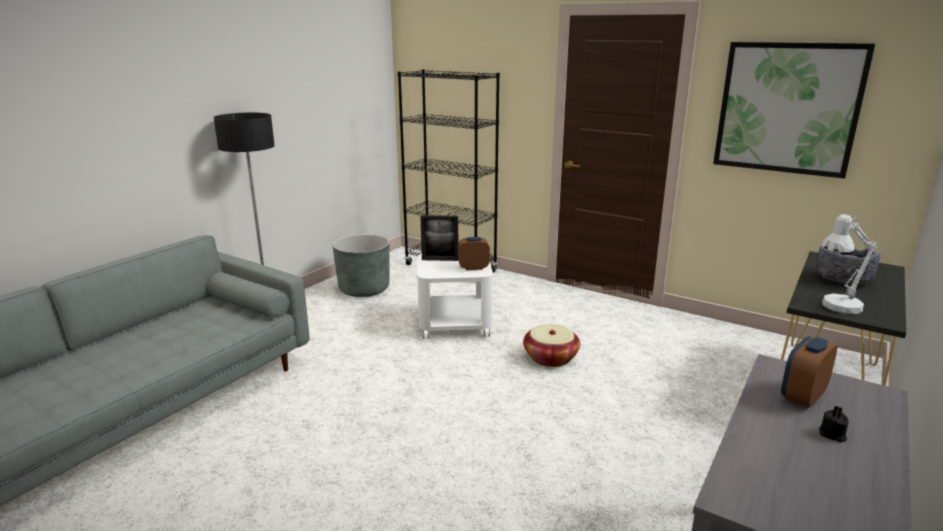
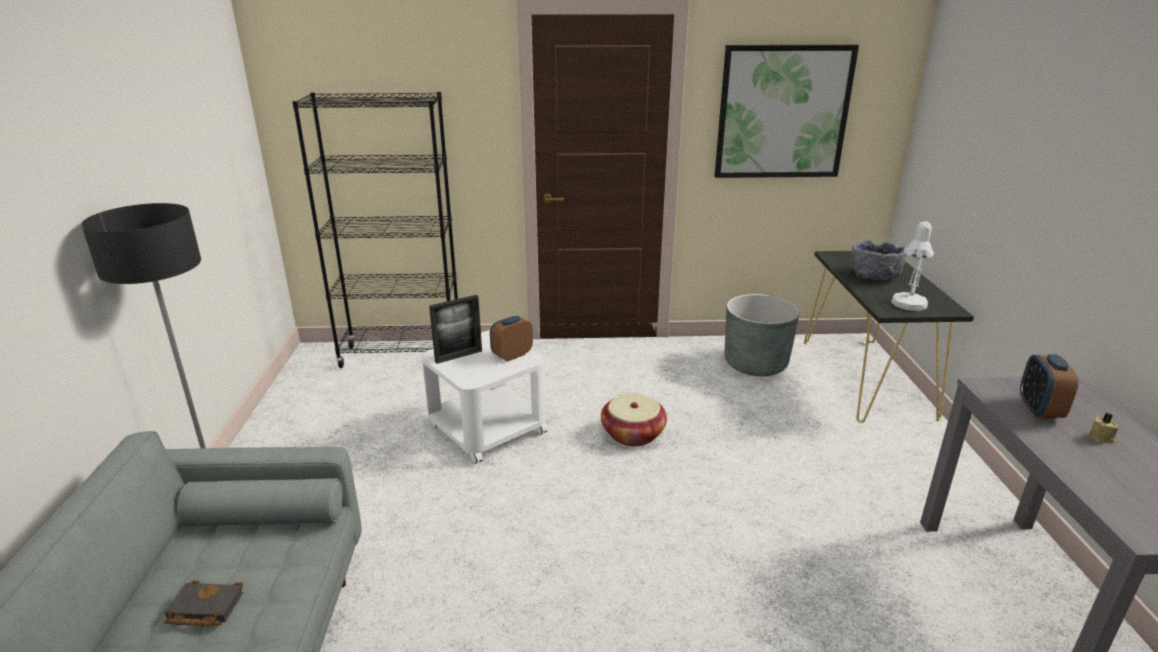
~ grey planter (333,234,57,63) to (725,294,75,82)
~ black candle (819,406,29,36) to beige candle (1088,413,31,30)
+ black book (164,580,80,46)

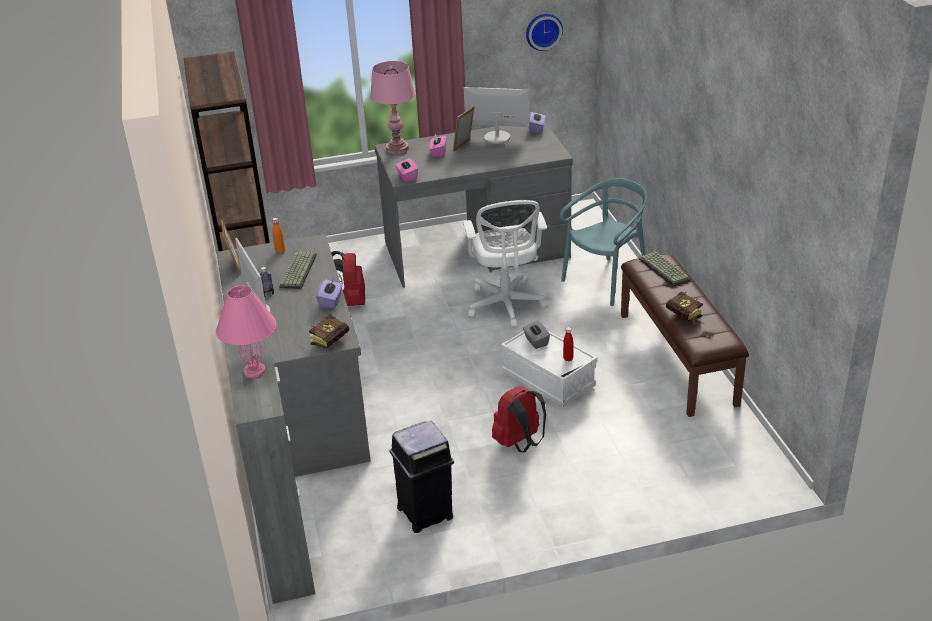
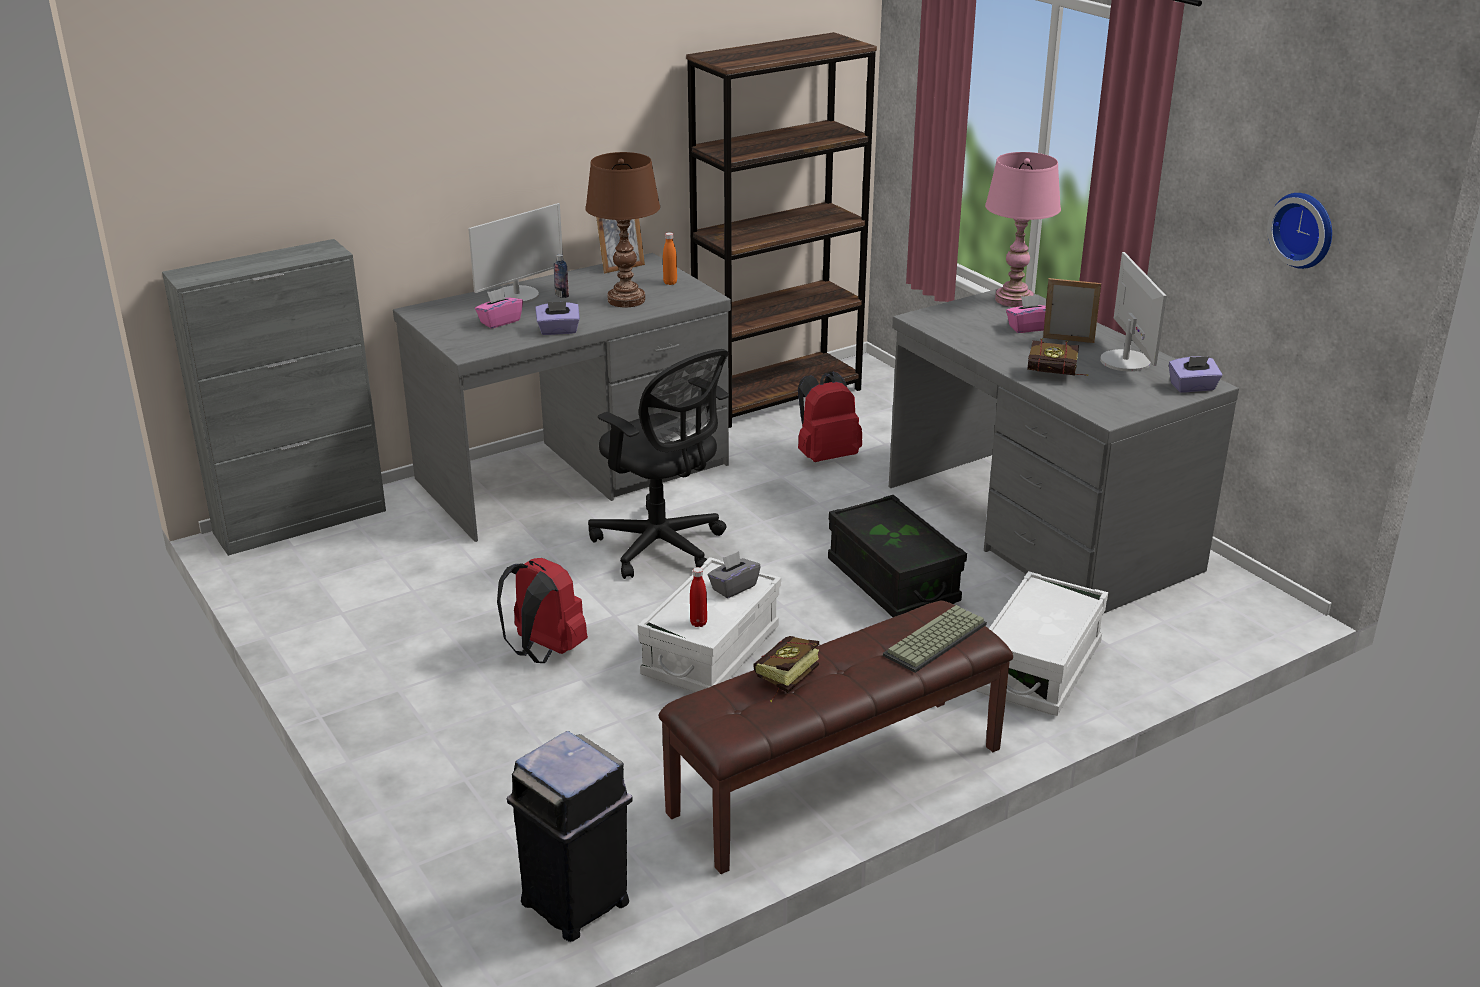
- pink table lamp (216,285,60,93)
~ keyboard (279,252,38,37) to brown table lamp (585,152,75,155)
~ book (309,315,40,33) to (1027,338,61,38)
~ black trash can (390,421,64,112) to (507,731,126,211)
~ pink tissue box (395,158,23,24) to (475,288,48,41)
~ white office chair (463,200,86,129) to black storage box (828,495,139,122)
~ turquoise chair (560,178,87,128) to white storage box (976,571,132,145)
+ black office chair (588,349,141,230)

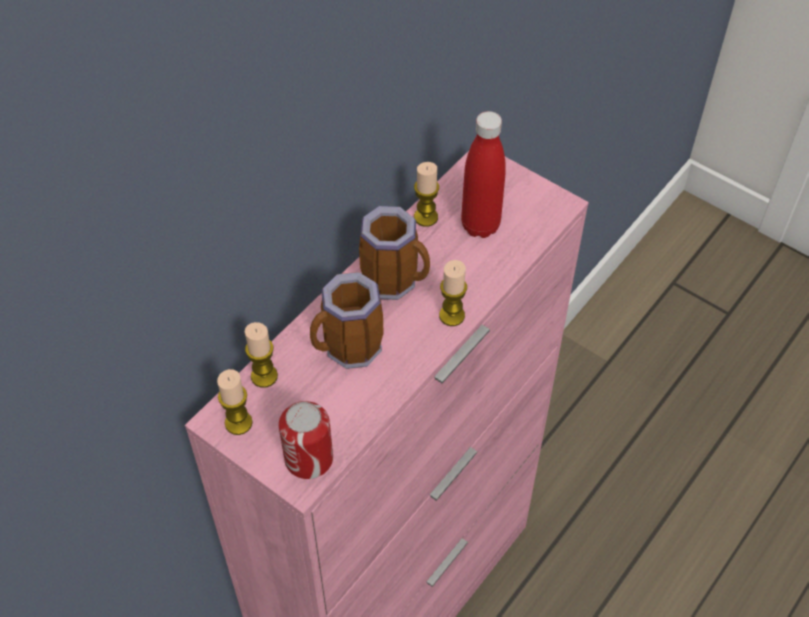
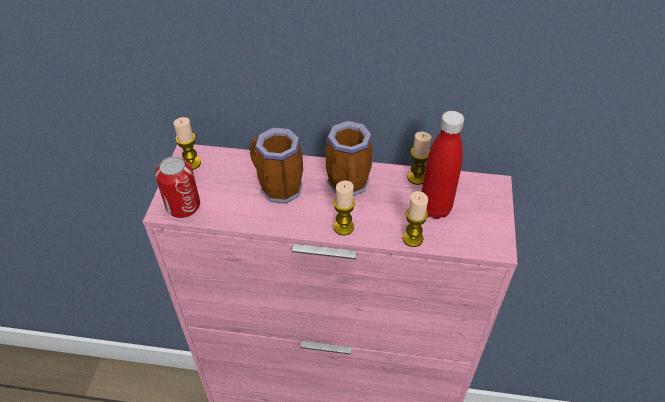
~ candle (245,322,33,66) to (402,191,26,56)

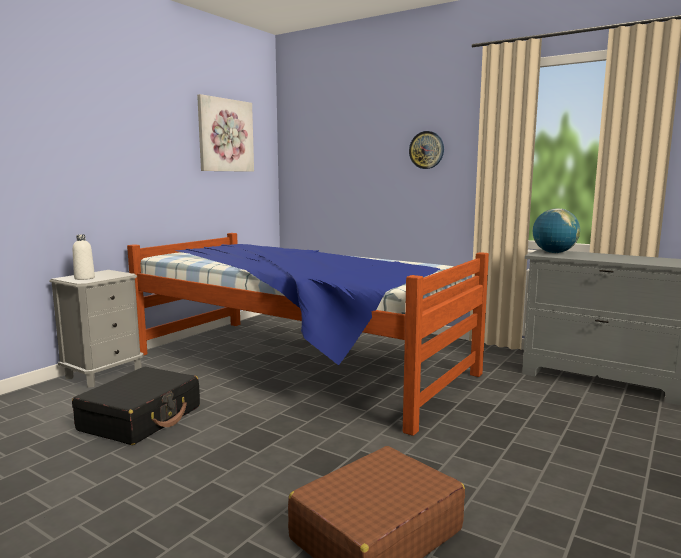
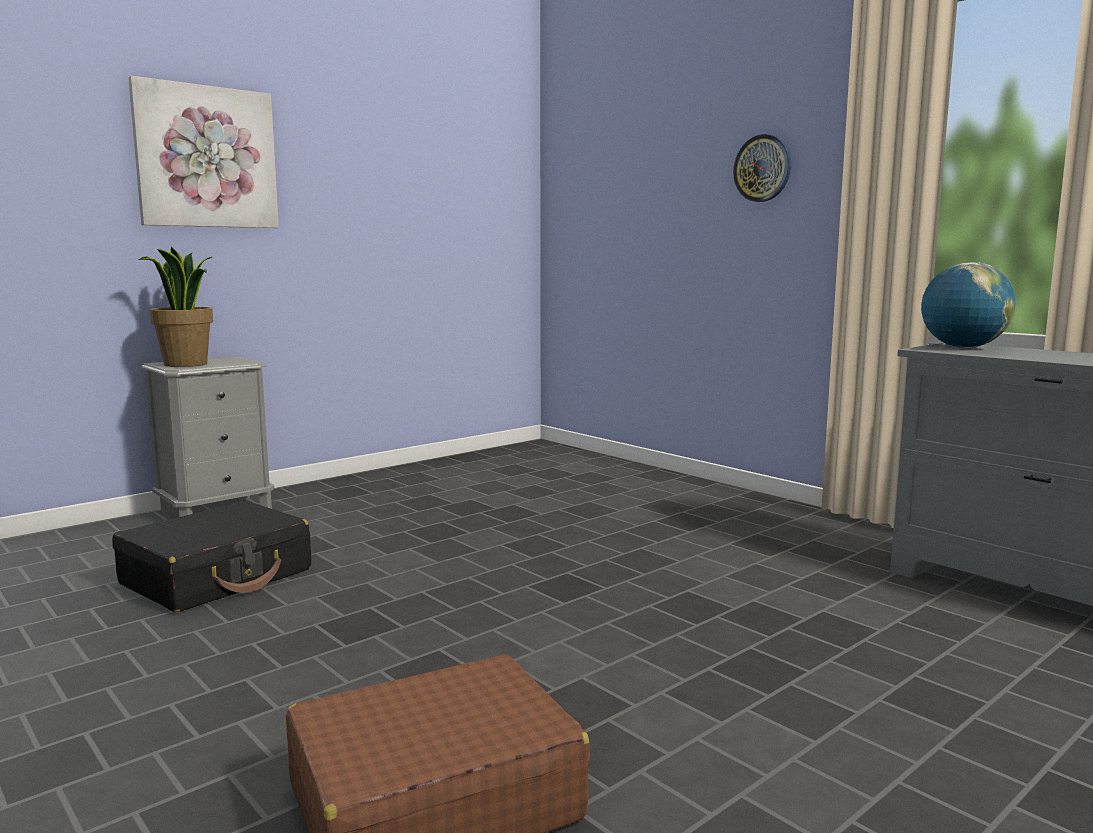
~ white bottle (73,234,22,46) to potted plant (138,247,75,120)
- bed (127,233,362,203)
~ picture (197,94,57,78) to (128,76,151,152)

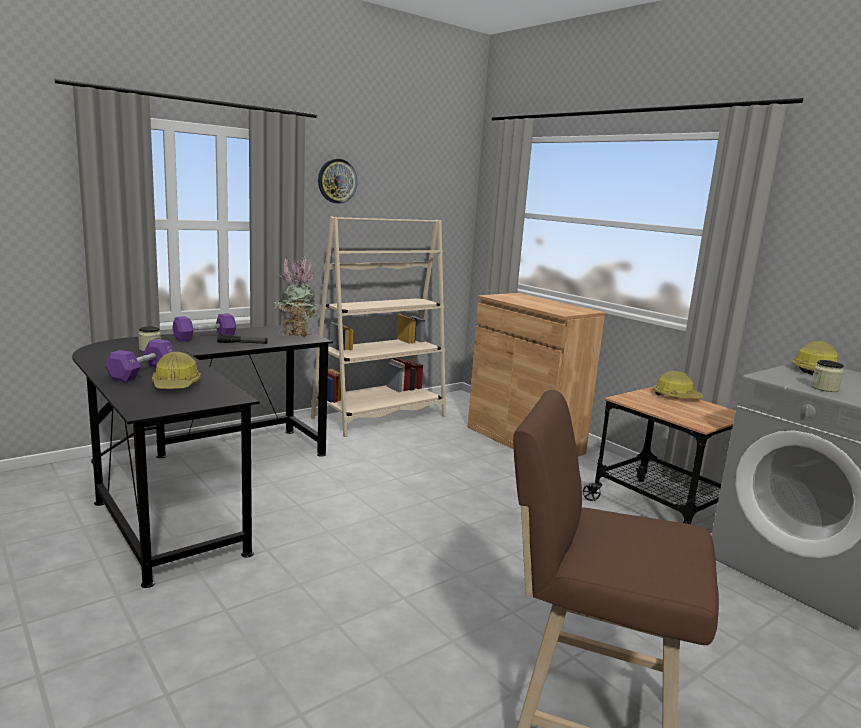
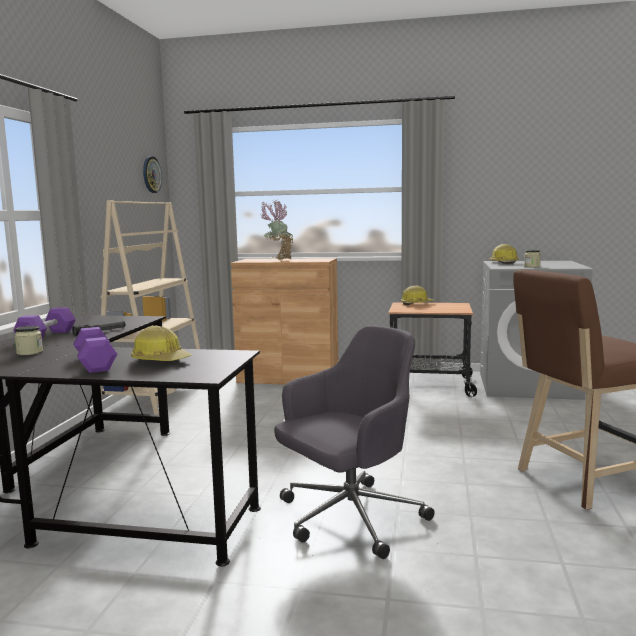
~ potted plant (273,256,46,82) to (260,200,33,60)
~ wall clock (318,159,39,45) to (143,156,19,37)
+ grey office chair (274,326,161,233)

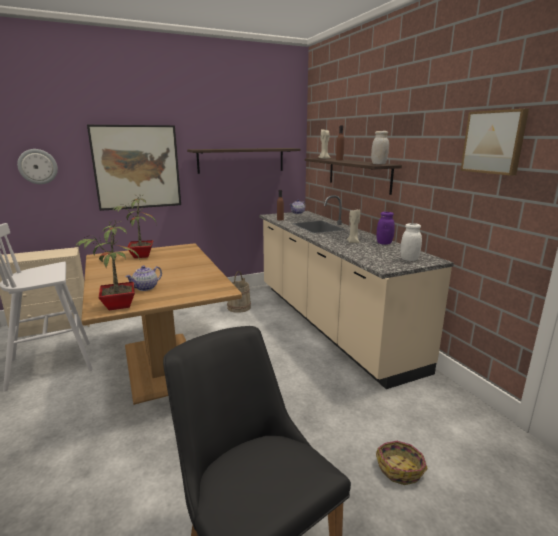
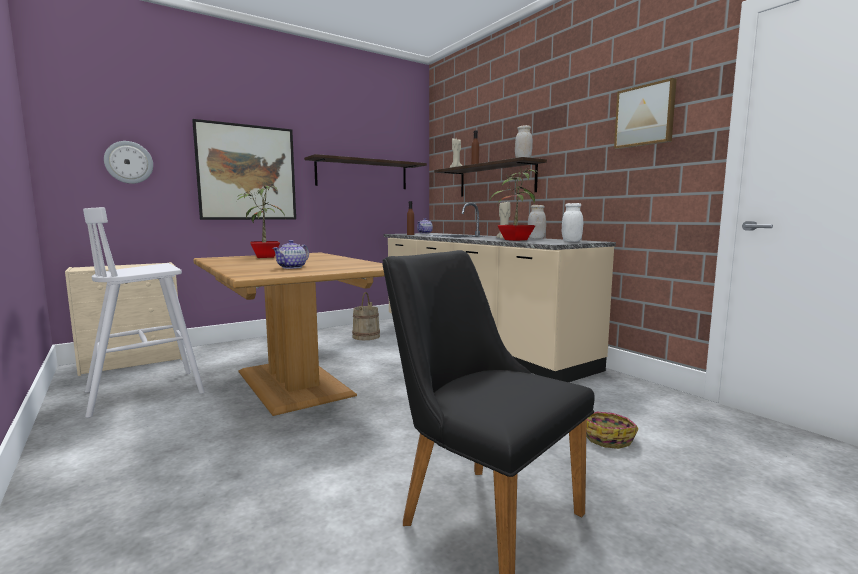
~ potted plant (75,219,65,92) to (489,167,50,74)
~ purple jar (377,212,18,33) to white jar (528,205,18,34)

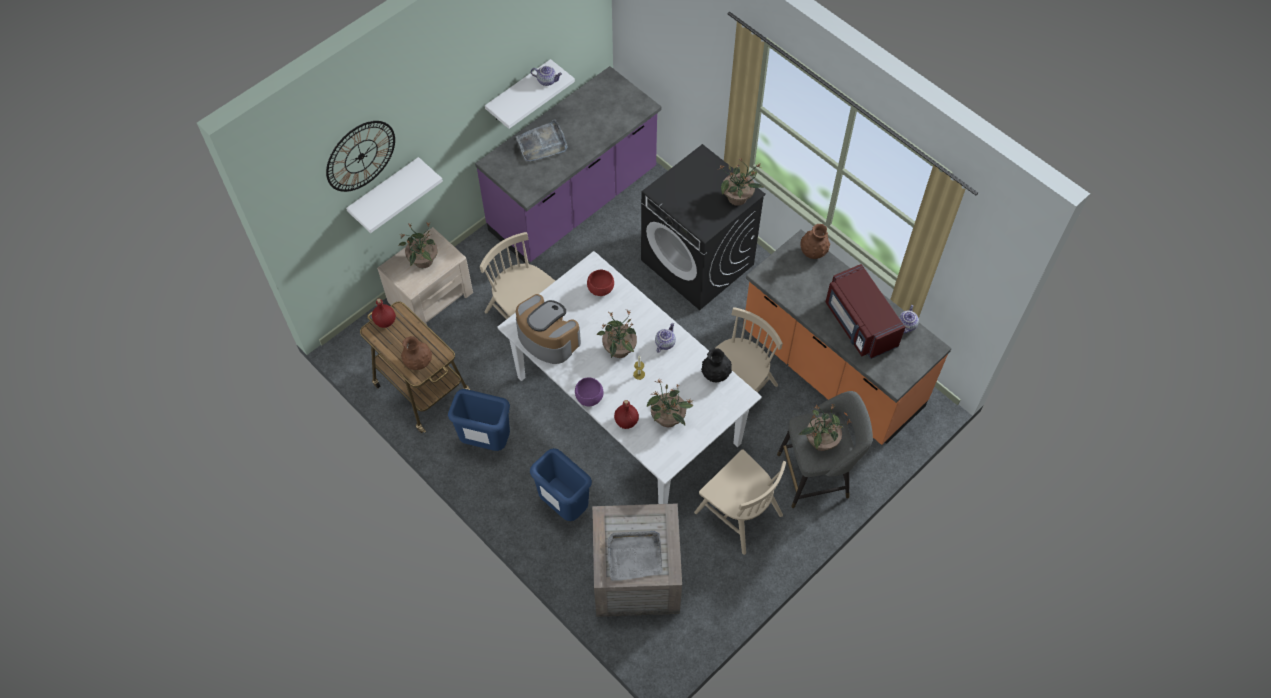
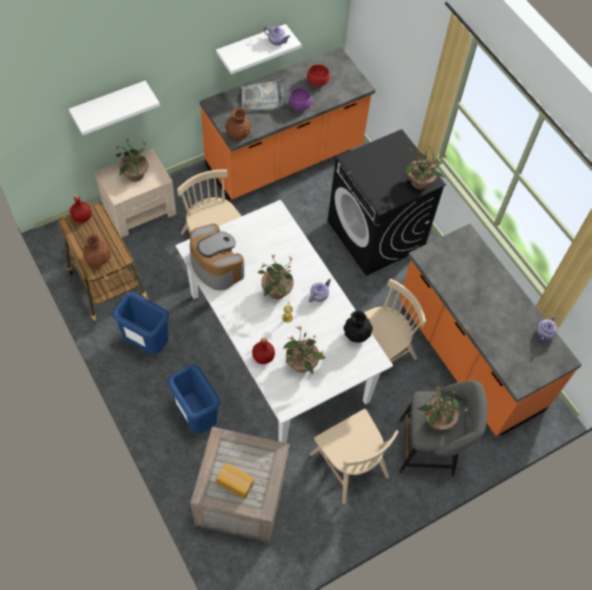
- wall clock (326,121,69,71)
~ purple counter (475,66,186,197) to orange counter (200,47,175,153)
~ purple bowl (575,377,28,29) to (289,88,23,24)
~ red bowl (587,270,27,26) to (307,64,23,23)
~ grey tray (608,531,54,50) to bread (216,464,38,35)
~ brown vase (801,224,29,35) to (225,108,26,32)
- red microwave (826,264,79,95)

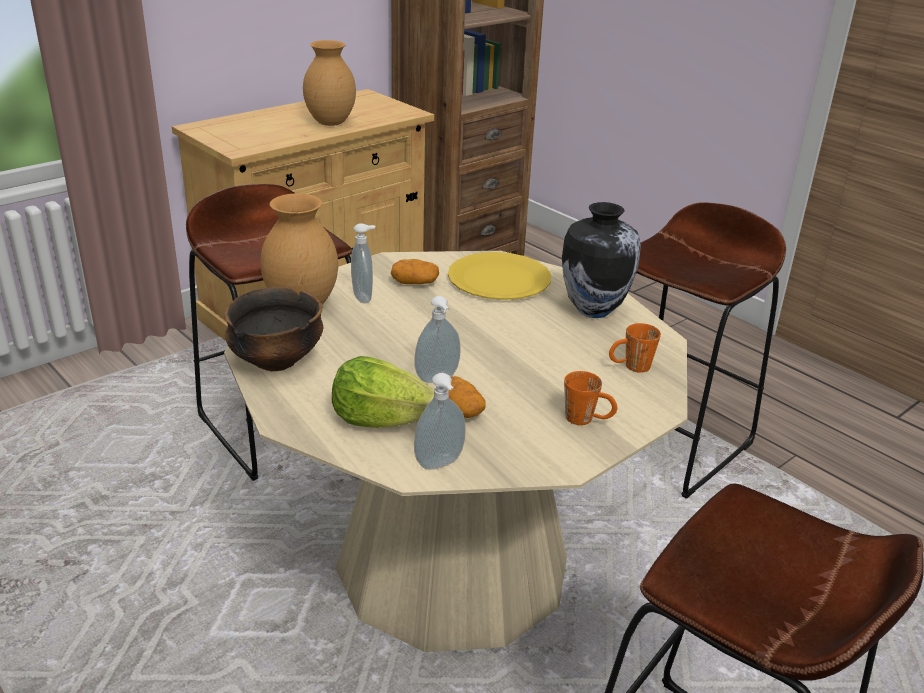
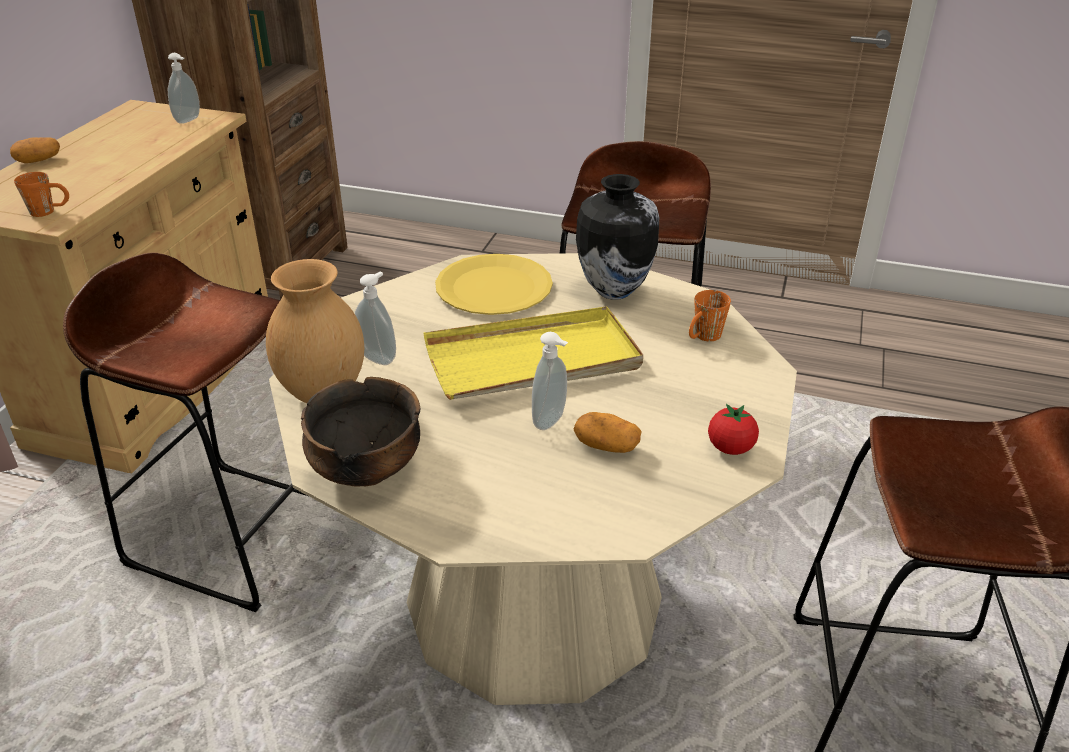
- brown vase (303,40,53,86)
- lettuce (332,356,102,72)
~ potato (391,259,48,25) to (10,137,50,26)
~ soap dispenser (414,373,52,97) to (168,53,32,71)
~ orange mug (564,371,53,54) to (14,172,55,45)
+ yellow tray (423,306,220,94)
+ tomato (708,404,51,51)

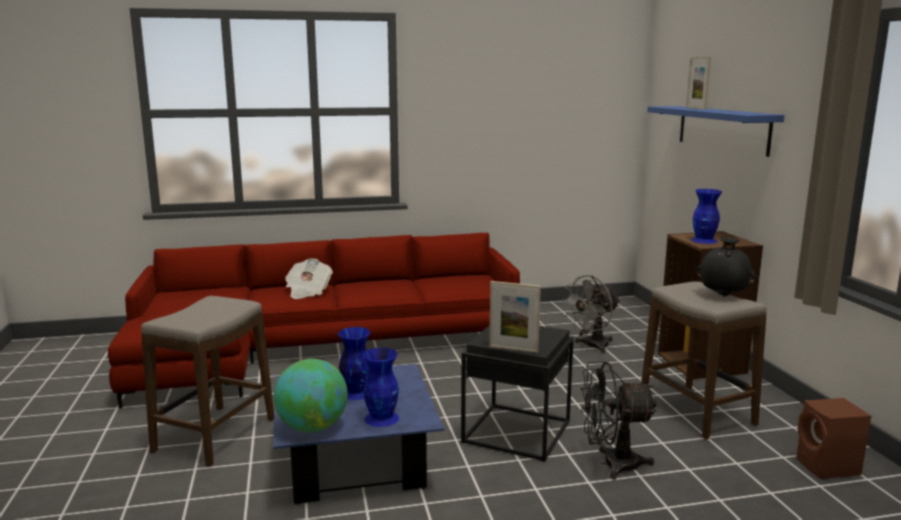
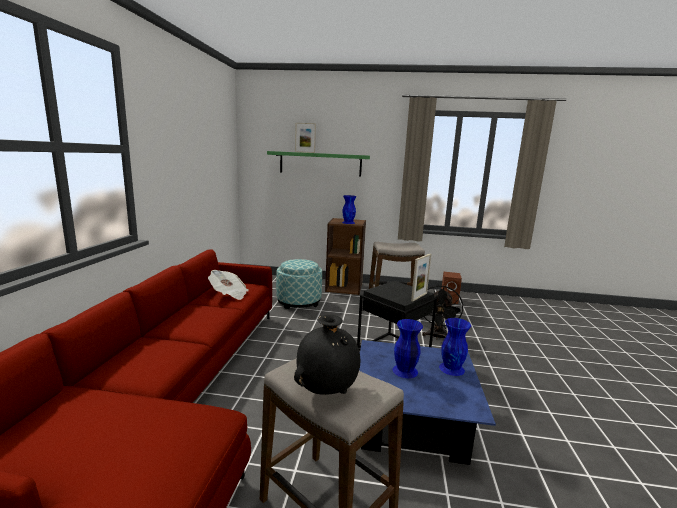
- globe (274,359,74,73)
~ newspaper (285,259,48,40) to (208,270,40,30)
~ grey fan (562,275,59,78) to ottoman (276,259,46,50)
~ blue shelf (647,106,138,51) to green shelf (267,151,103,26)
~ black vase (696,237,61,59) to (294,315,66,80)

